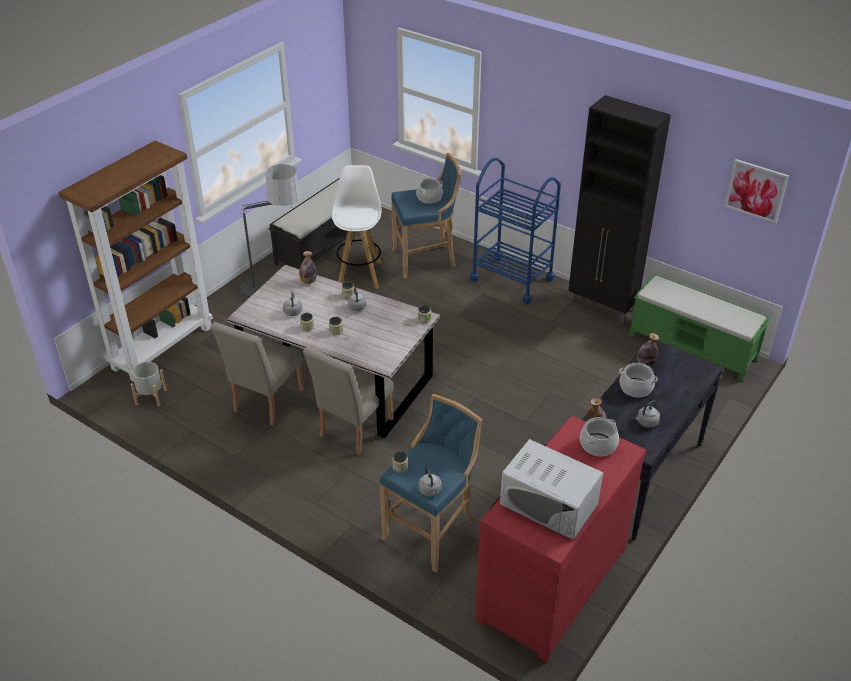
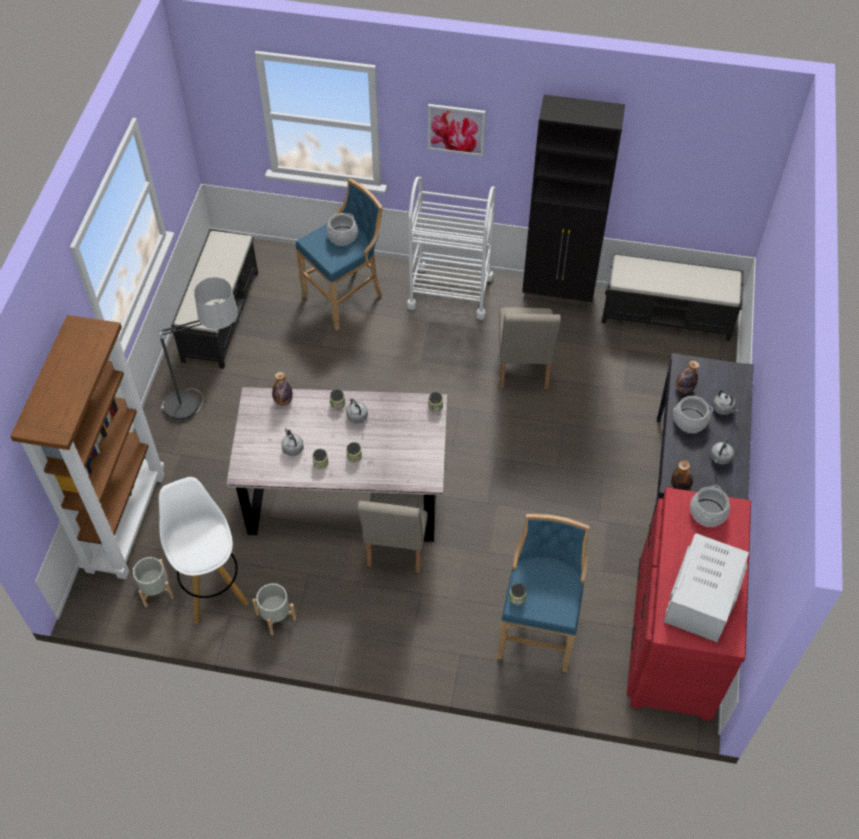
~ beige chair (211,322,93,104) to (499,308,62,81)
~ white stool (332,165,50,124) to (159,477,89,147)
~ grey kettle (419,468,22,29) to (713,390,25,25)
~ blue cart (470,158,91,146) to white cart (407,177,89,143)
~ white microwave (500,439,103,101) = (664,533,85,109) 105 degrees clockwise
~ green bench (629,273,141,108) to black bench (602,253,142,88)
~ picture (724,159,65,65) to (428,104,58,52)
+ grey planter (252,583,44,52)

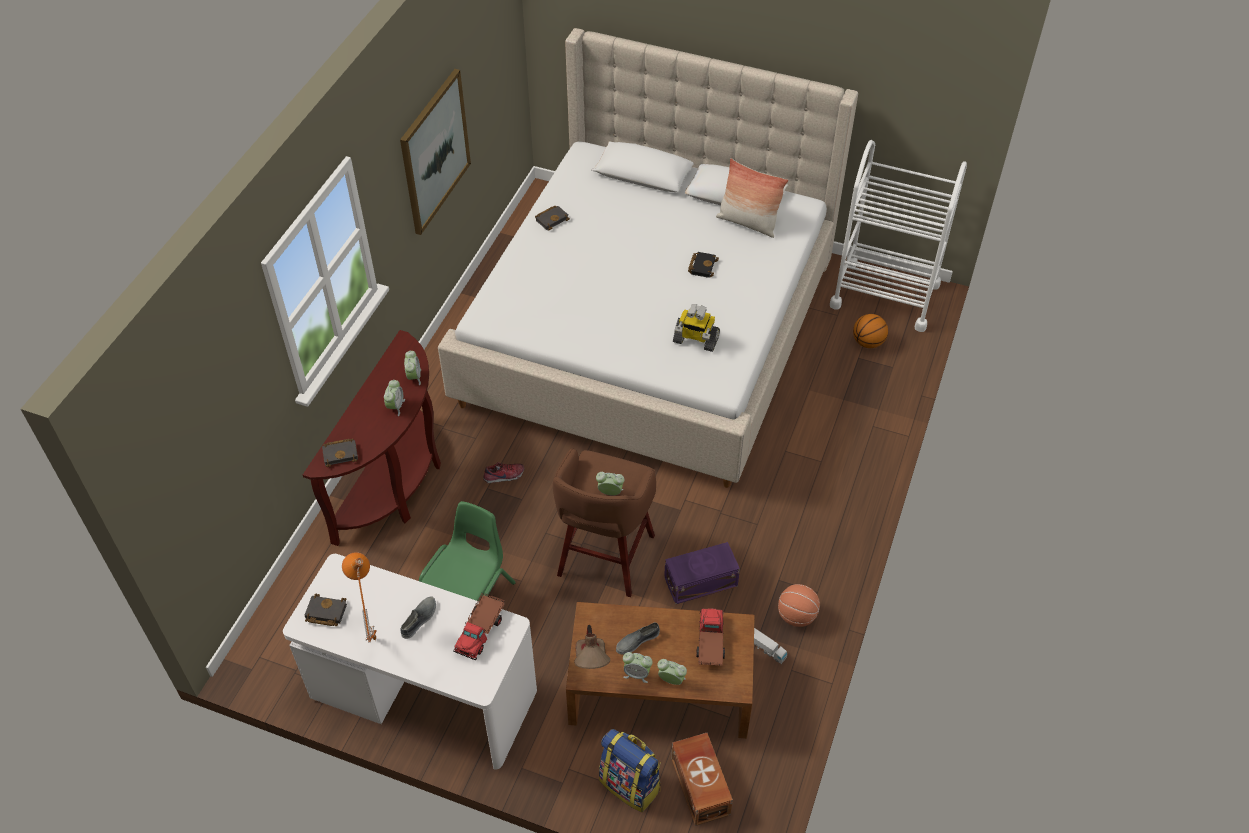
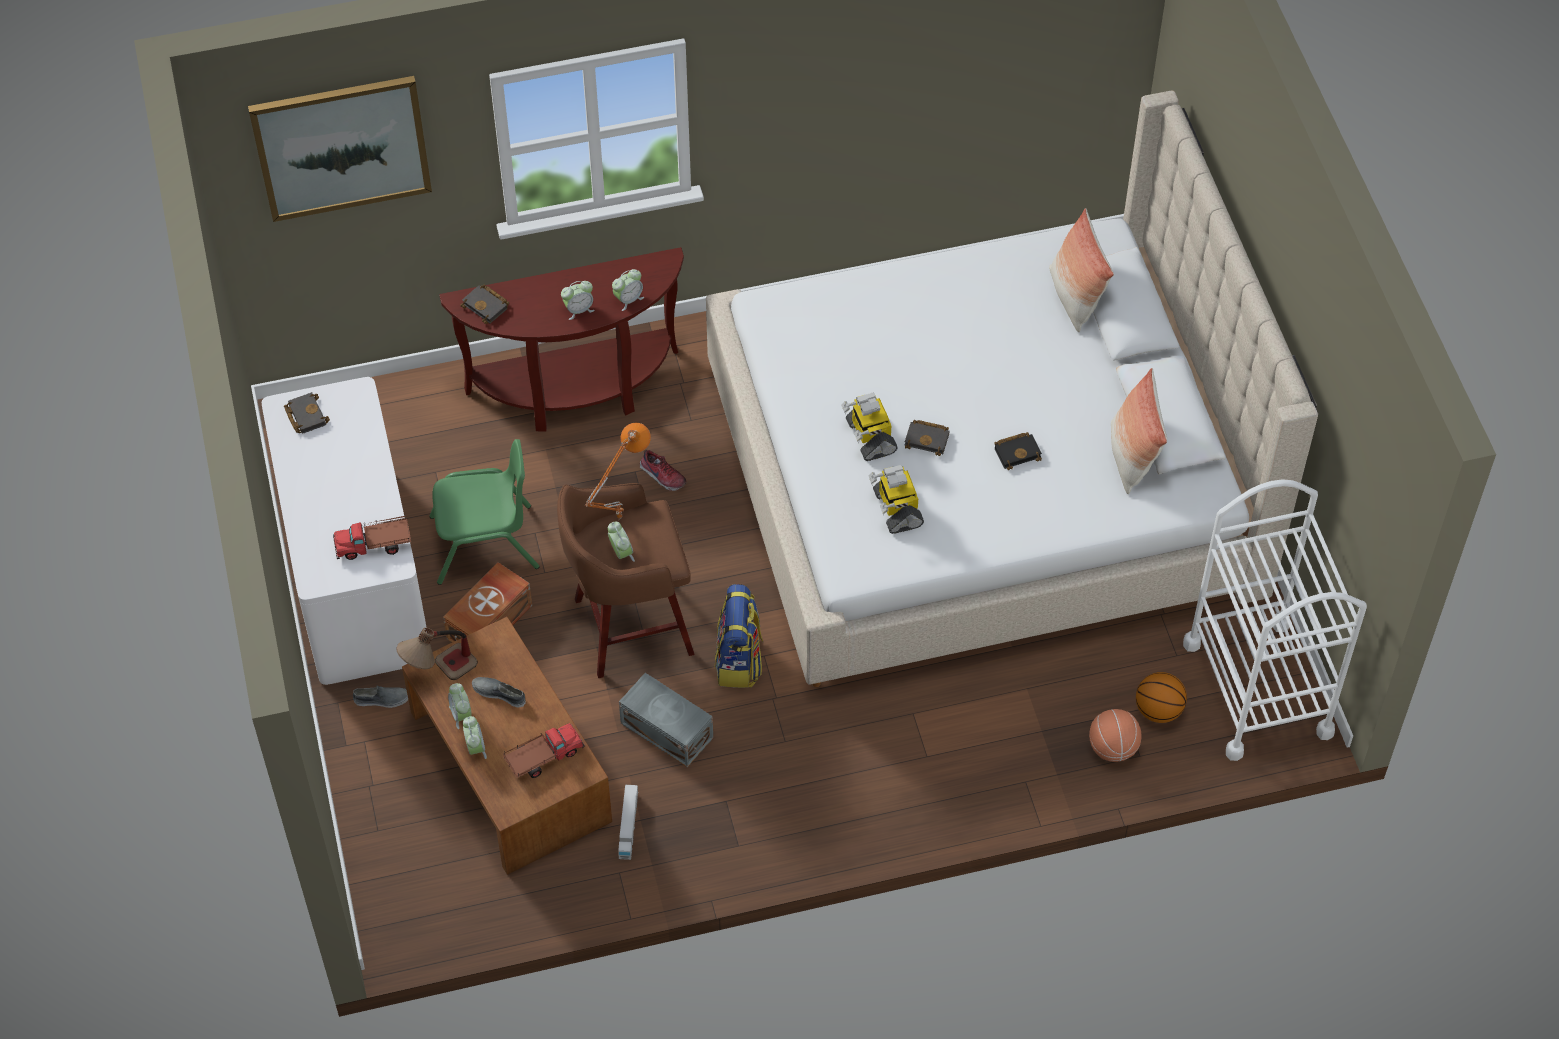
~ orange table lamp (342,552,35,91) to (585,423,66,97)
~ picture (400,69,71,166) to (248,76,184,146)
~ grey shoe (400,596,36,43) to (353,686,55,22)
~ black book (535,206,35,24) to (904,420,45,36)
~ backpack (599,729,62,83) to (715,584,48,104)
~ purple storage box (664,542,76,63) to grey storage box (619,673,94,94)
~ brown storage box (671,733,62,93) to (443,562,89,81)
~ basketball (778,584,42,43) to (1089,709,53,53)
+ toy robot (841,393,56,68)
+ pillow (1049,208,65,124)

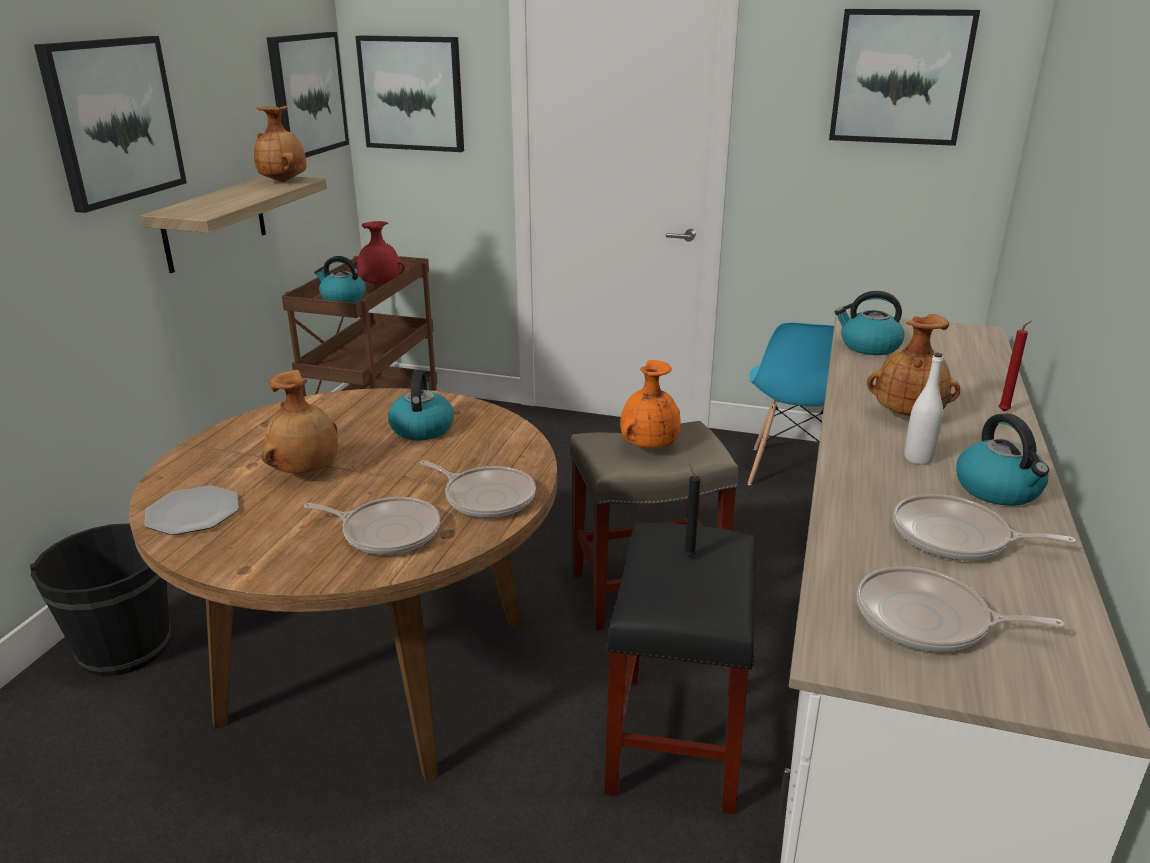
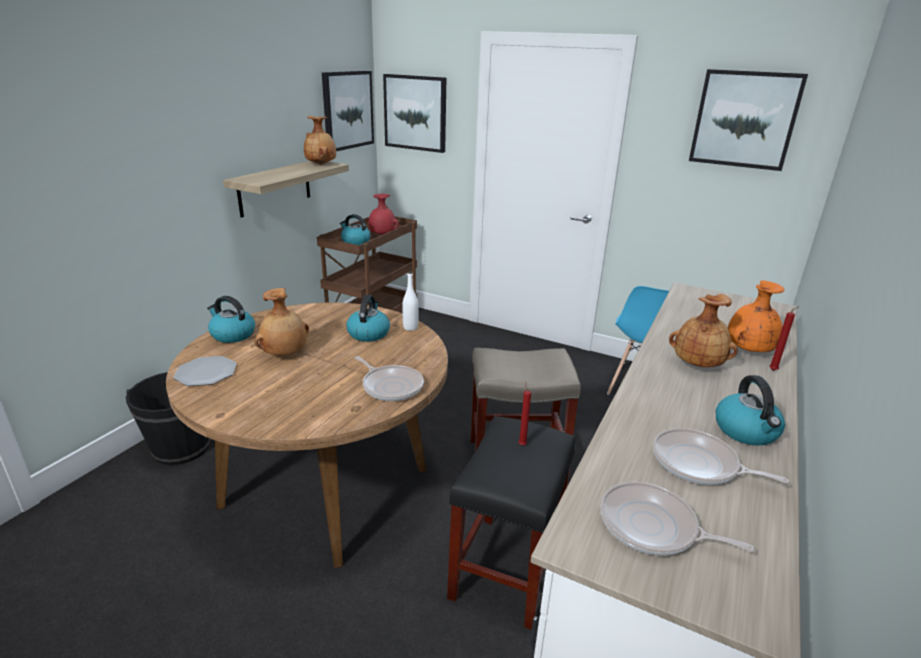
- picture (34,36,153,177)
- frying pan (304,497,136,58)
~ orange vase (620,360,61,88) to (728,280,56,72)
~ black candle (684,464,16,93) to red candle (518,382,13,64)
~ kettle (835,291,70,64) to (207,296,48,47)
~ white bottle (904,353,39,112) to (402,271,16,60)

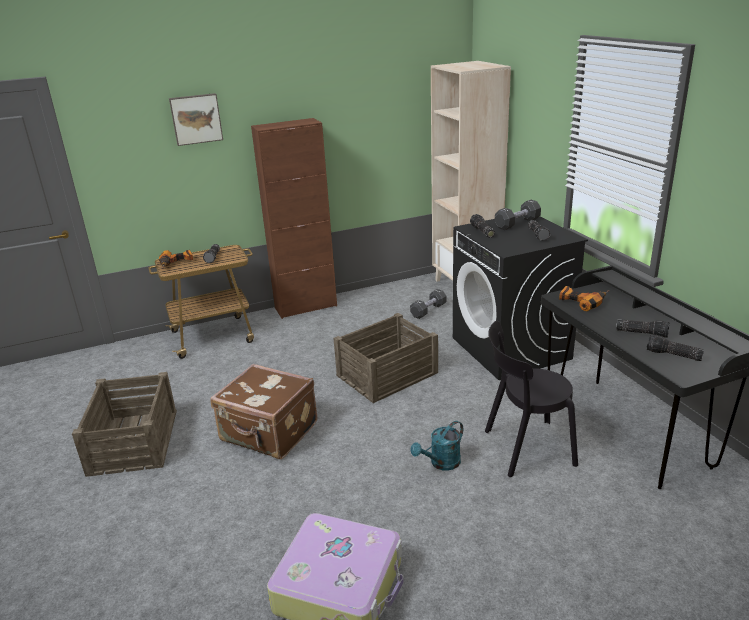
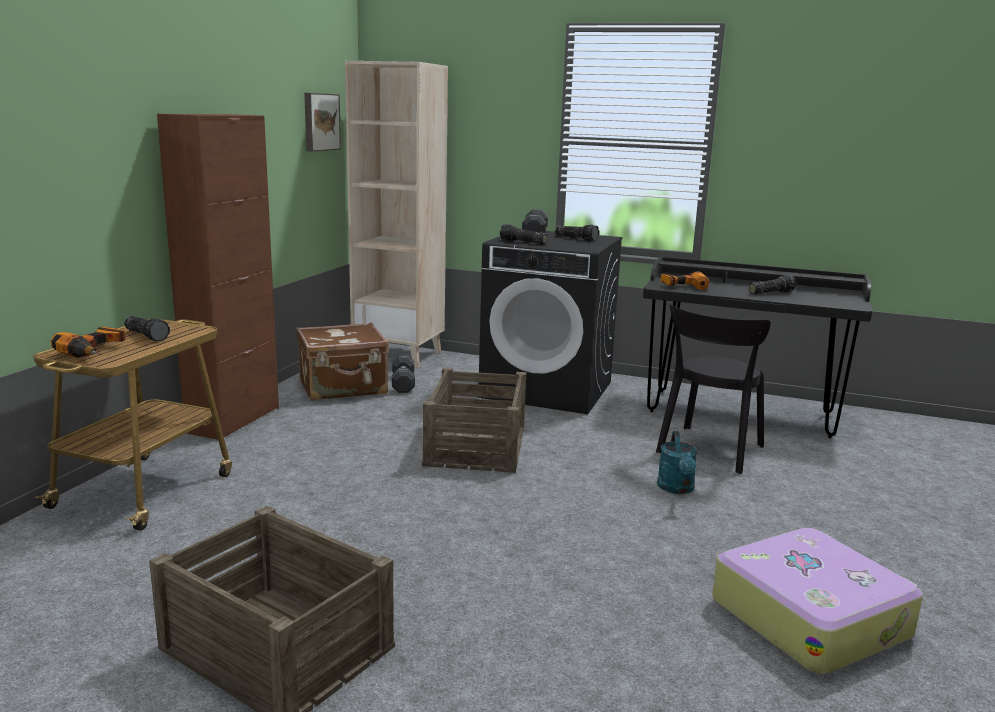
~ picture (169,93,54,53) to (304,93,37,59)
~ brown suitcase (210,364,107,95) to (297,322,92,79)
- flashlight (646,334,58,27)

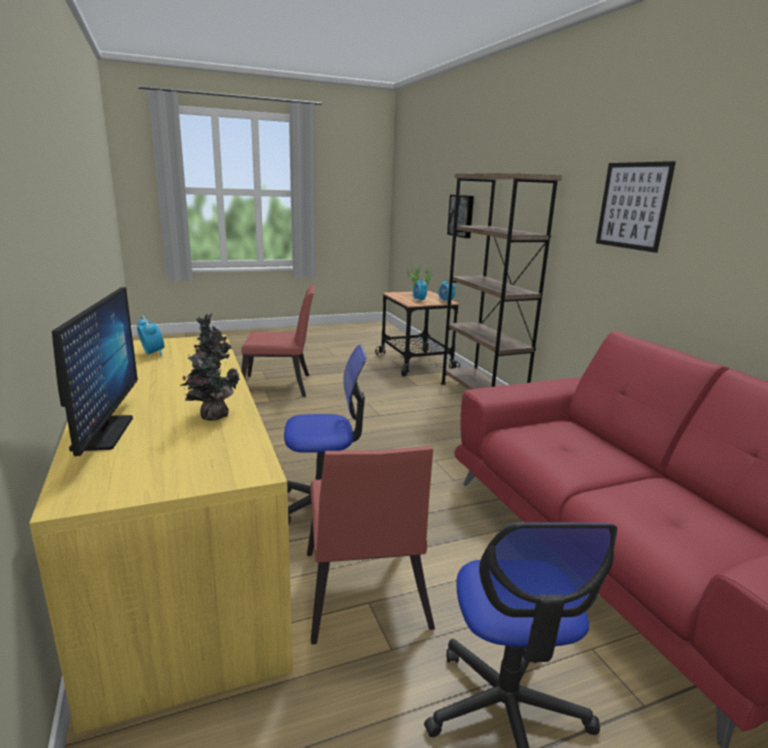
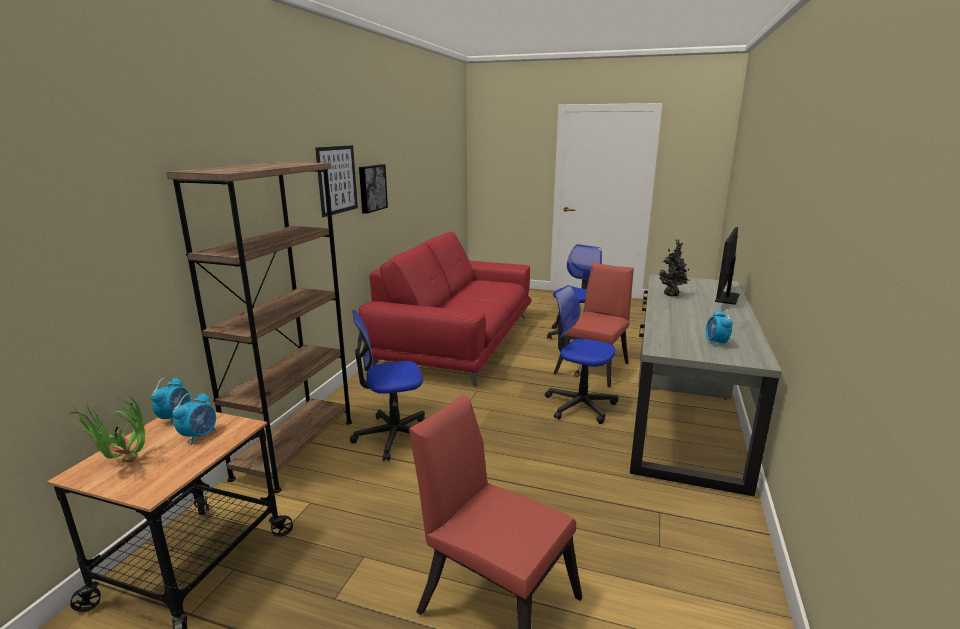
~ yellow desk (29,335,264,399) to grey desk (630,275,152,222)
~ picture (447,195,27,43) to (359,164,29,50)
+ office chair (350,310,75,151)

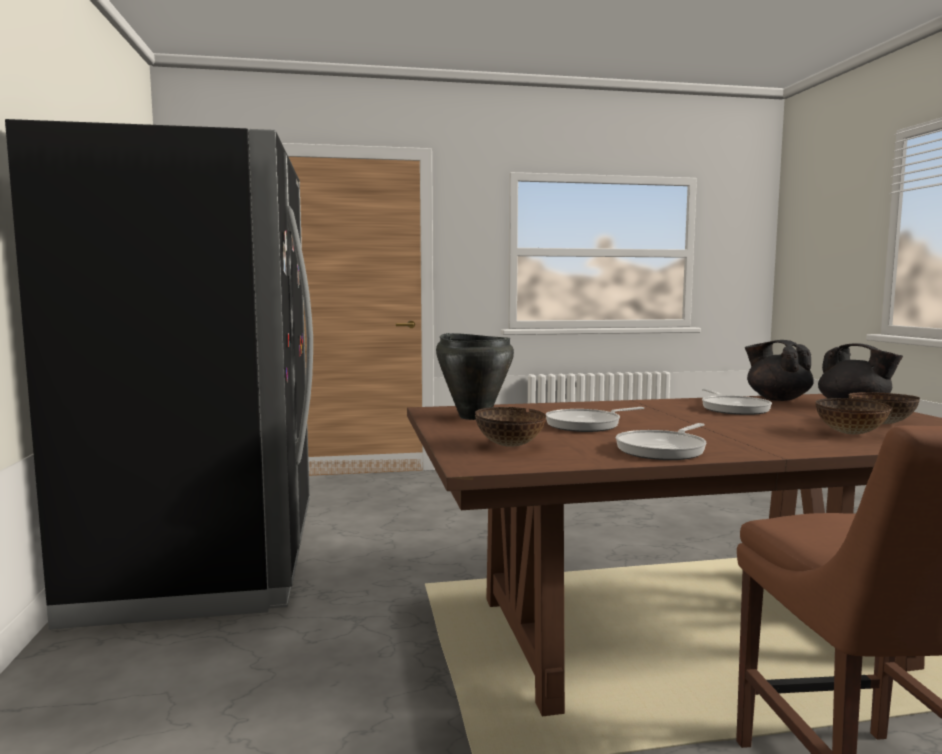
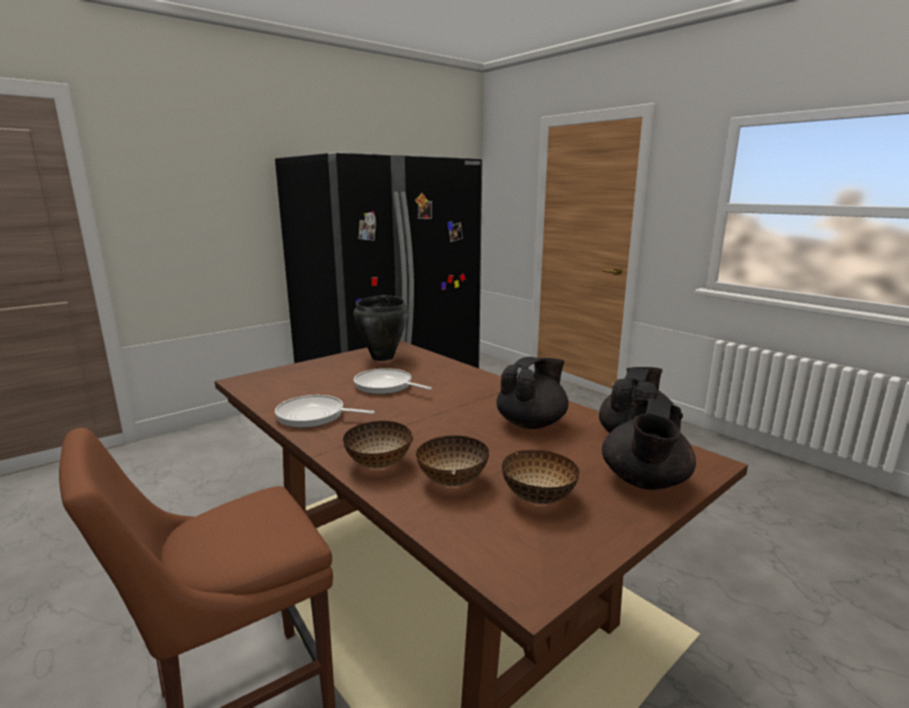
~ bowl (475,407,71,40) to (343,421,70,48)
~ frying pan (702,389,70,26) to black teapot (496,357,73,72)

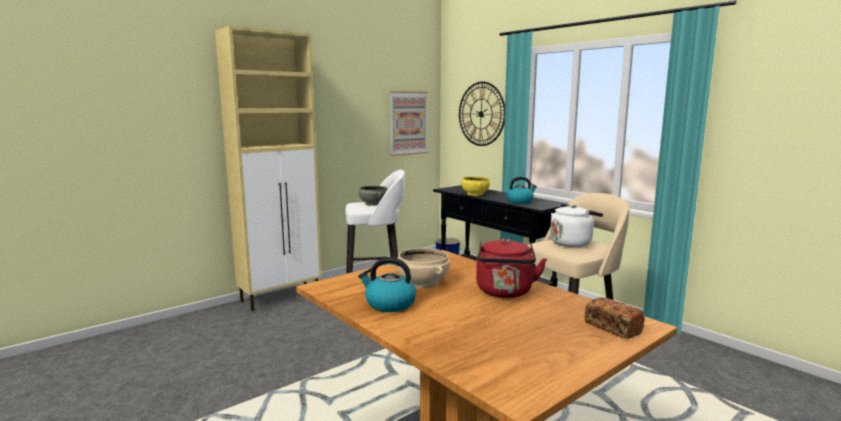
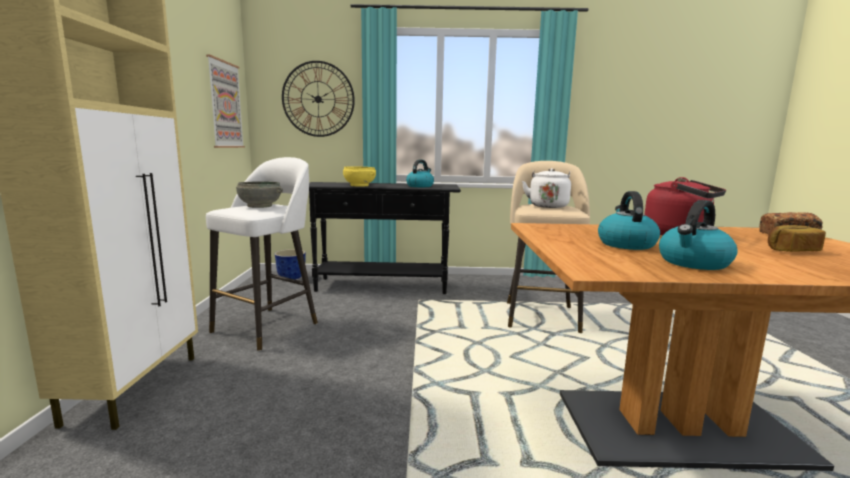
~ beige bowl (397,248,53,41) to kettle (598,191,62,59)
+ bread (768,225,58,27)

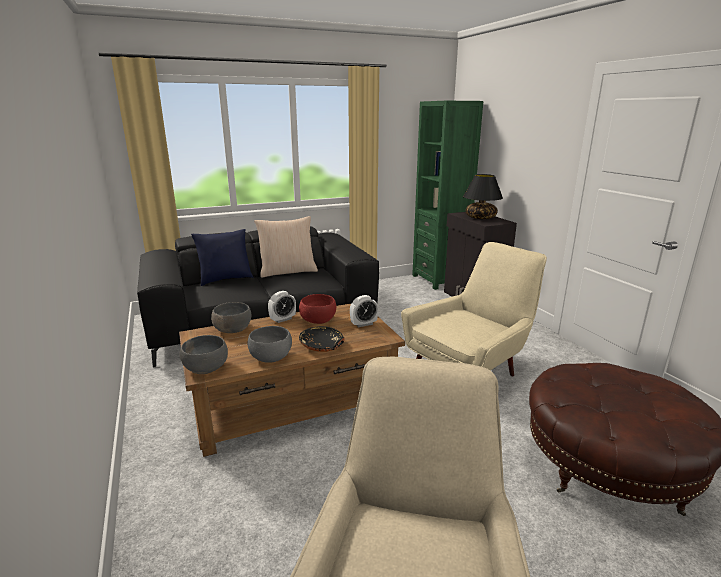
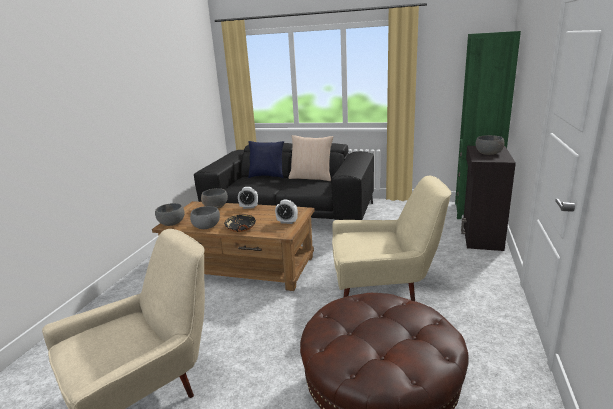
- red bowl (299,294,37,30)
~ black table lamp (463,174,40,45) to grey bowl (476,135,28,20)

